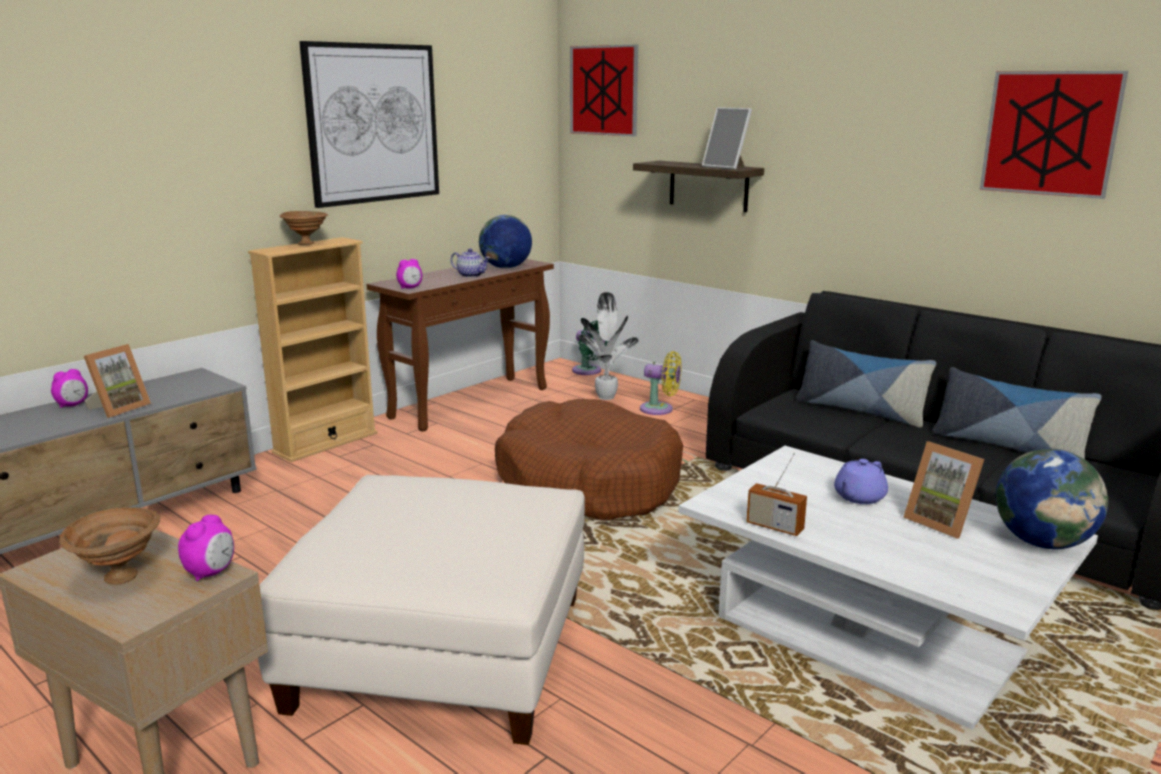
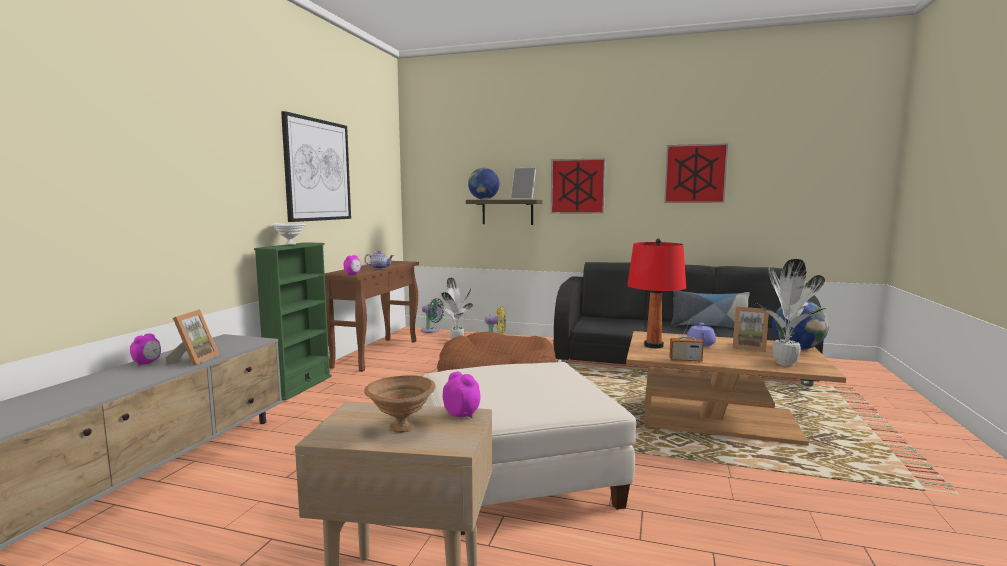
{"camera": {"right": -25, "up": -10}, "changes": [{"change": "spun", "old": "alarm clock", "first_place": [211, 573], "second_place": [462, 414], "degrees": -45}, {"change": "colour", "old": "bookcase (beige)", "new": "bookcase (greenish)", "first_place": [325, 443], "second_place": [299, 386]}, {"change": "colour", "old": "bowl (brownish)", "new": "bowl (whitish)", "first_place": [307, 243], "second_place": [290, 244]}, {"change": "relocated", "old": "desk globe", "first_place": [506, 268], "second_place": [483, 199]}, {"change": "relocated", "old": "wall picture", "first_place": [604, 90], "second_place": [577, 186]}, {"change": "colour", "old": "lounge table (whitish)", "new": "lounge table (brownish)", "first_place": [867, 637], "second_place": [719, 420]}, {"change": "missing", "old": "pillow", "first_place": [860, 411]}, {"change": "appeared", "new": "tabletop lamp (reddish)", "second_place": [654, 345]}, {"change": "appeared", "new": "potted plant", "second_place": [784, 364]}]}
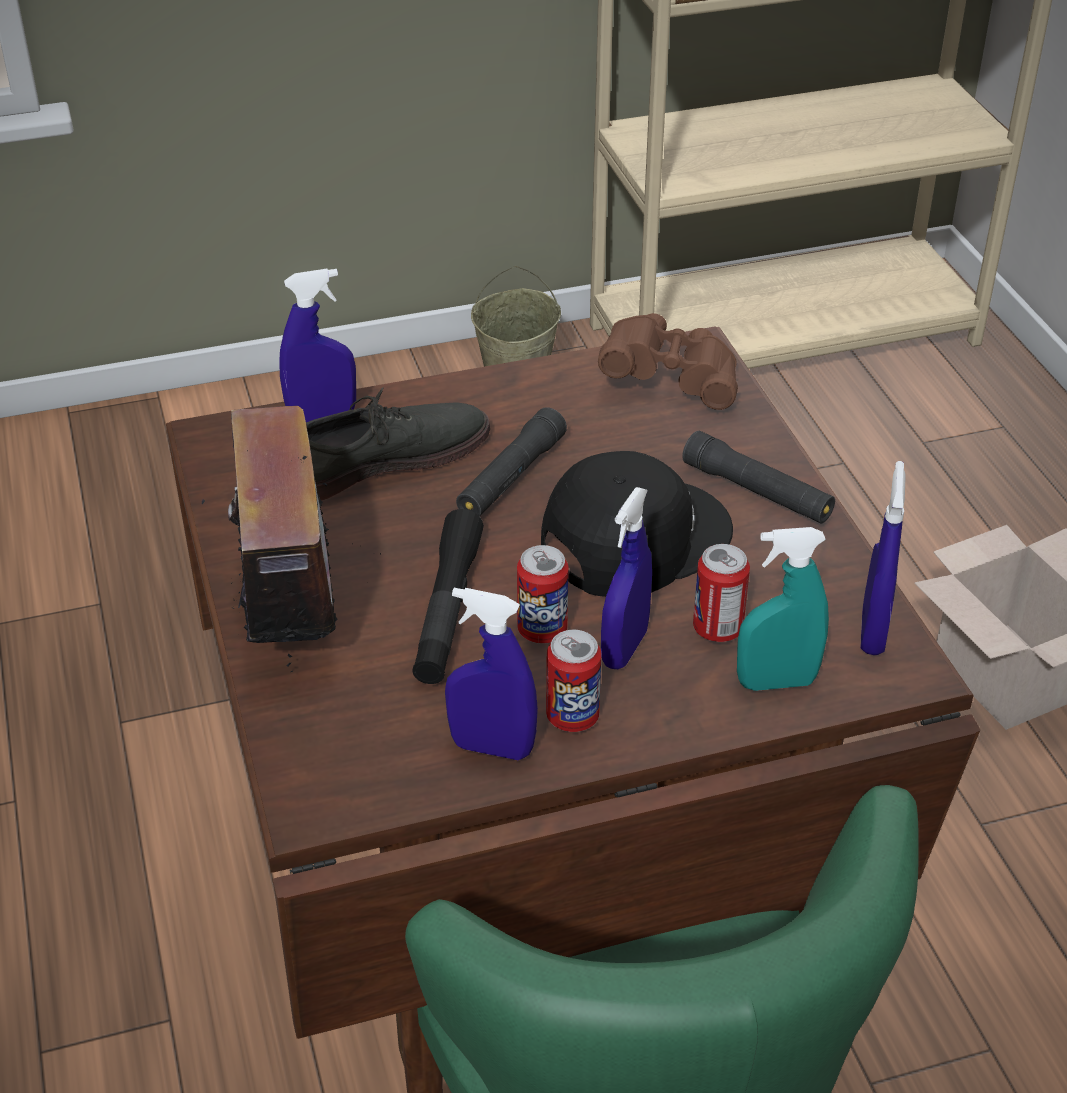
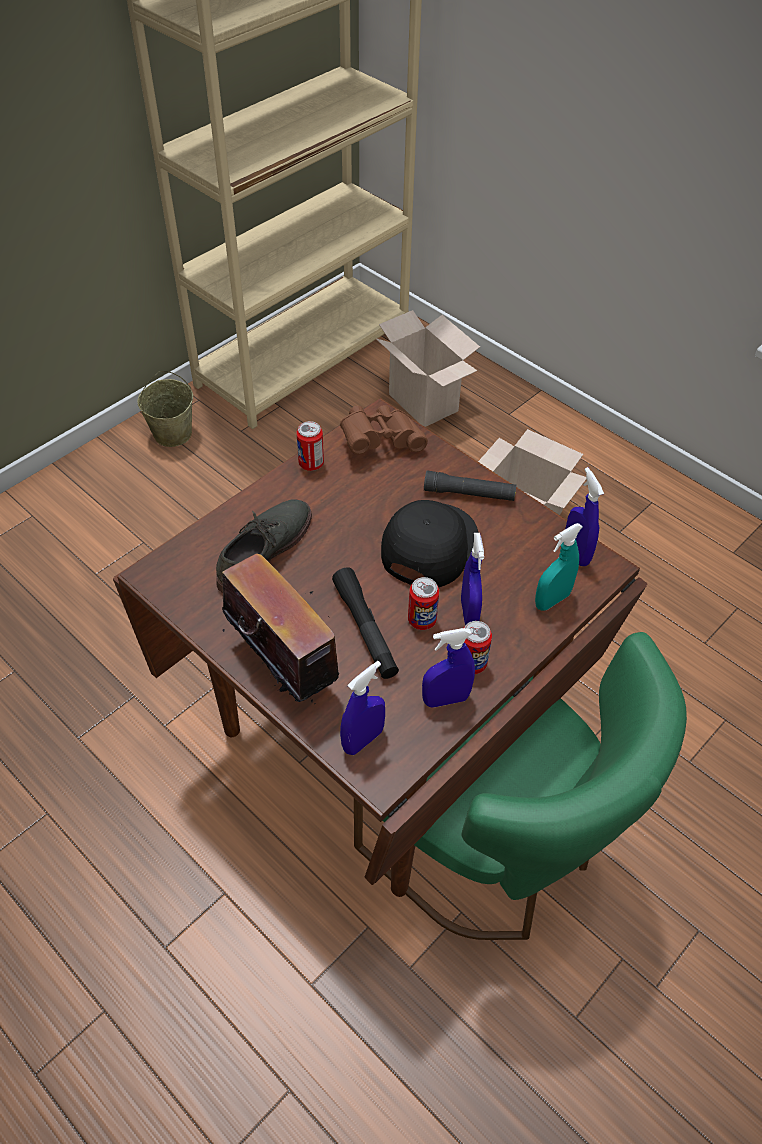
{"camera": {"right": -30, "up": 10}, "changes": [{"change": "relocated", "old": "spray bottle (blue)", "first_place": [322, 416], "second_place": [363, 740]}, {"change": "missing", "old": "torch (black-coloured)", "first_place": [511, 477]}, {"change": "relocated", "old": "sealed can", "first_place": [717, 629], "second_place": [311, 464]}, {"change": "appeared", "new": "carton", "second_place": [426, 403]}]}
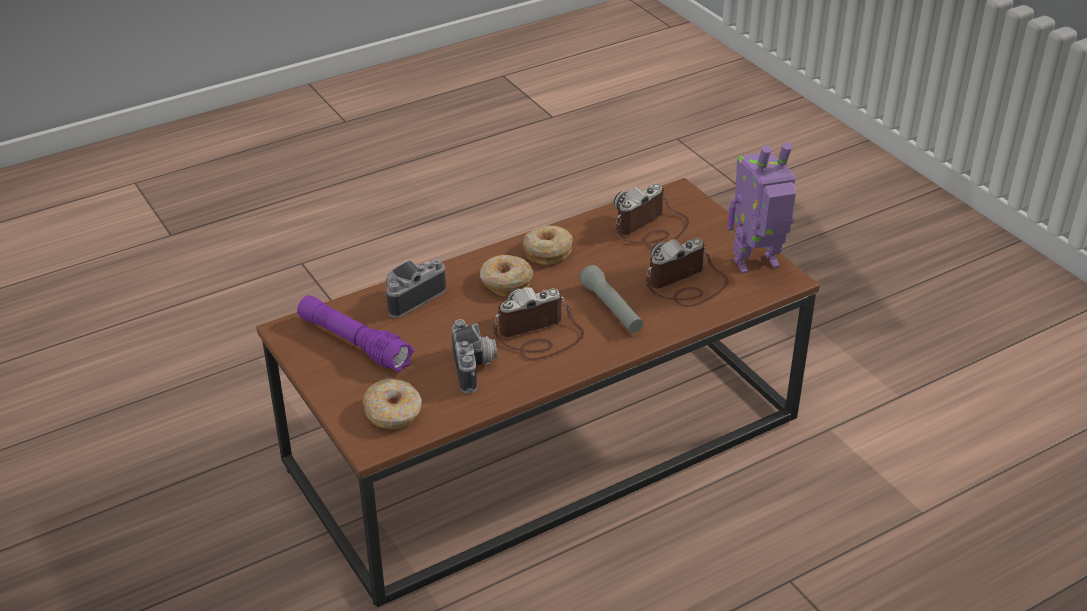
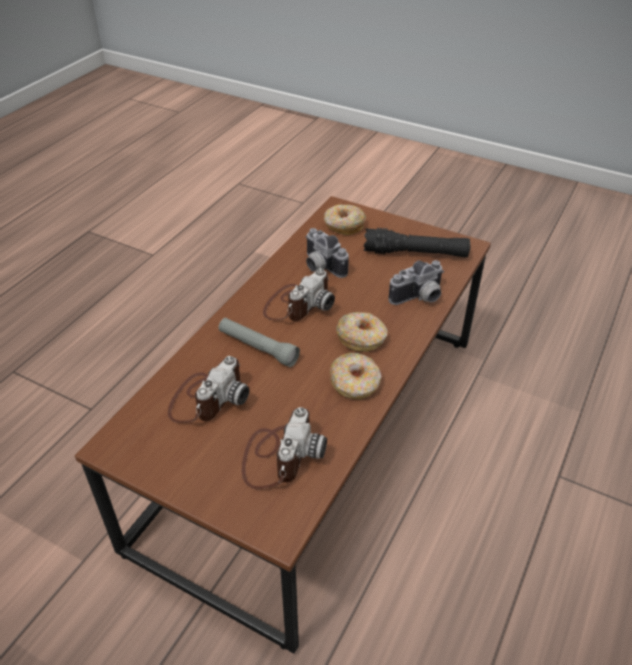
{"camera": {"right": 150, "up": 5}, "changes": [{"change": "colour", "old": "torch (purplish)", "new": "torch (black-coloured)", "first_place": [354, 343], "second_place": [415, 253]}, {"change": "spun", "old": "photo camera", "first_place": [410, 296], "second_place": [419, 298], "degrees": 45}, {"change": "missing", "old": "model robot", "first_place": [757, 264]}]}
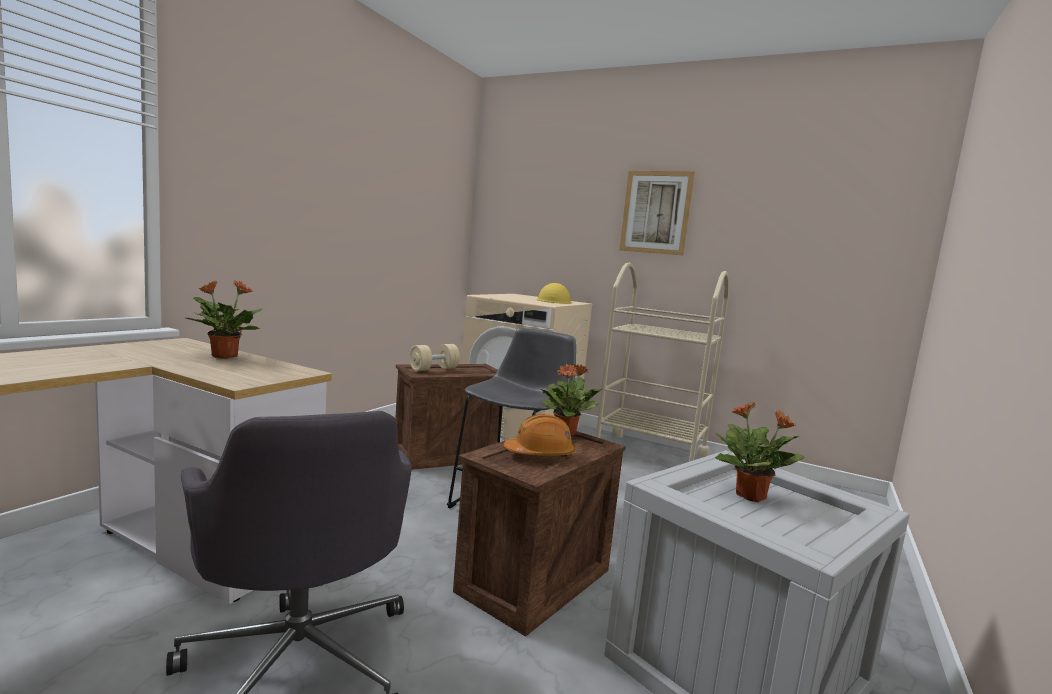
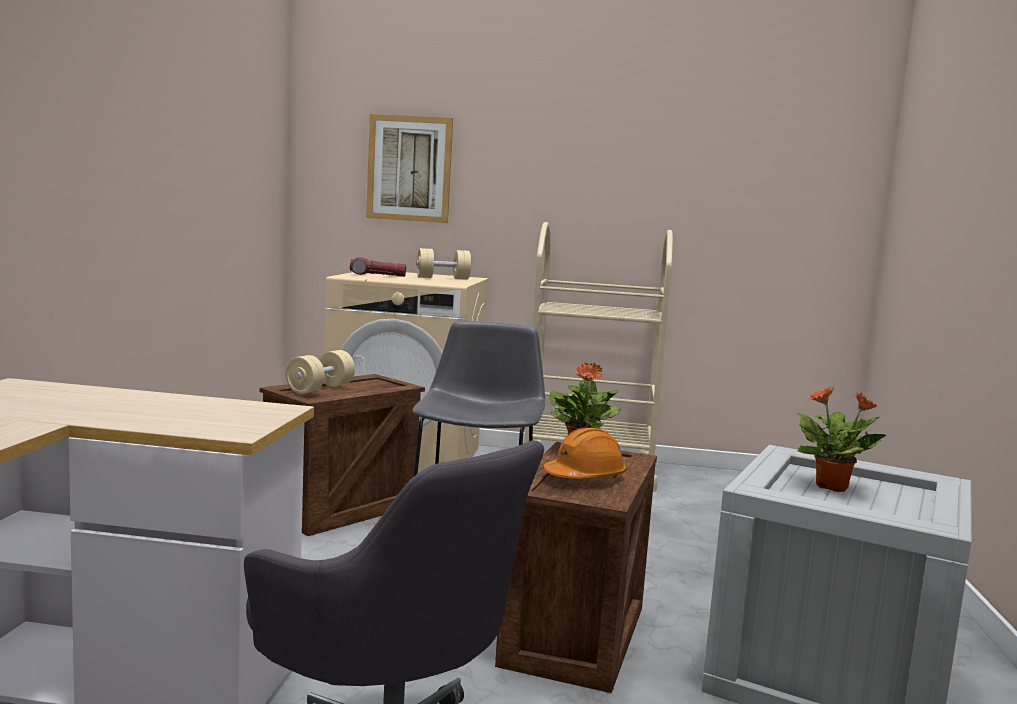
{"camera": {"right": -20, "up": 0}, "changes": [{"change": "missing", "old": "potted plant", "first_place": [223, 356]}, {"change": "exchanged", "old": "hard hat (yellow-coloured)", "new": "hand weight (beige)", "first_place": [554, 301], "second_place": [443, 278]}, {"change": "relocated", "old": "wall picture", "first_place": [656, 212], "second_place": [409, 169]}, {"change": "appeared", "new": "torch", "second_place": [377, 276]}]}
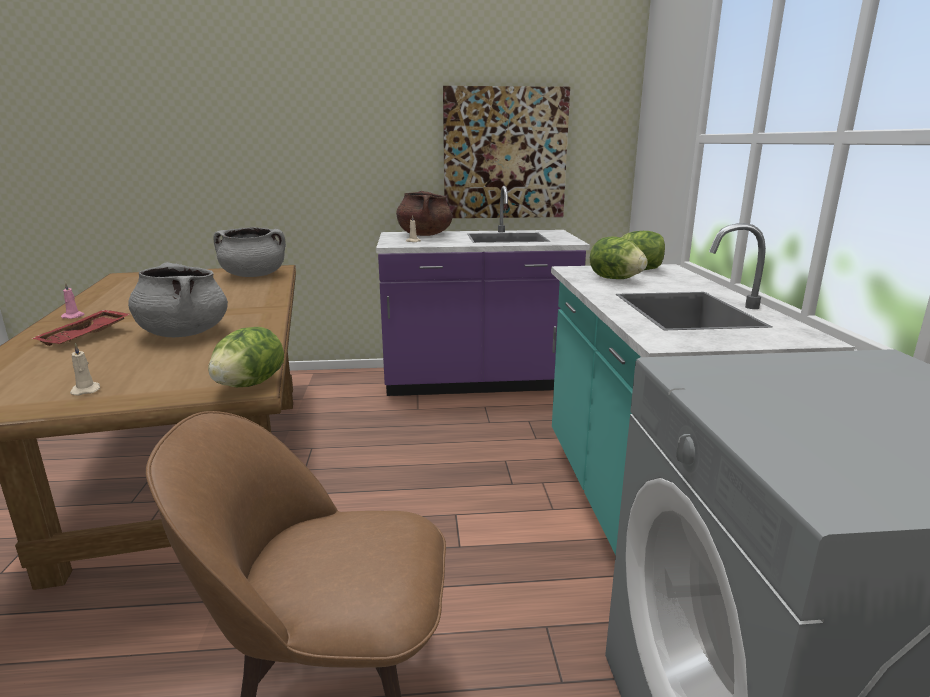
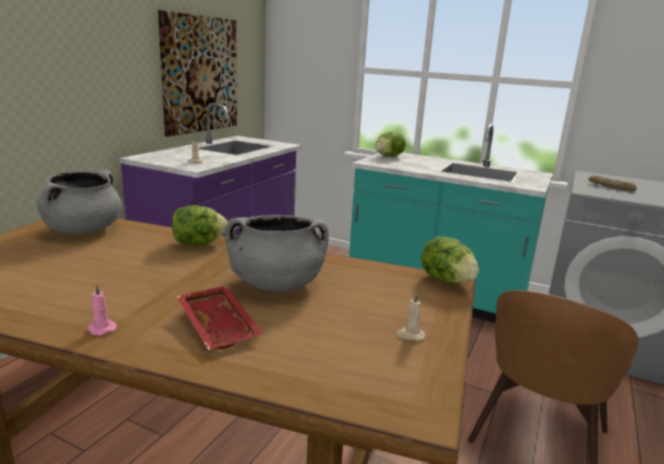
{"camera": {"right": -60, "up": 0}, "changes": [{"change": "missing", "old": "cooking pot (brownish)", "first_place": [424, 235]}, {"change": "relocated", "old": "lettuce", "first_place": [615, 279], "second_place": [198, 243]}, {"change": "appeared", "new": "baked bread", "second_place": [611, 187]}]}
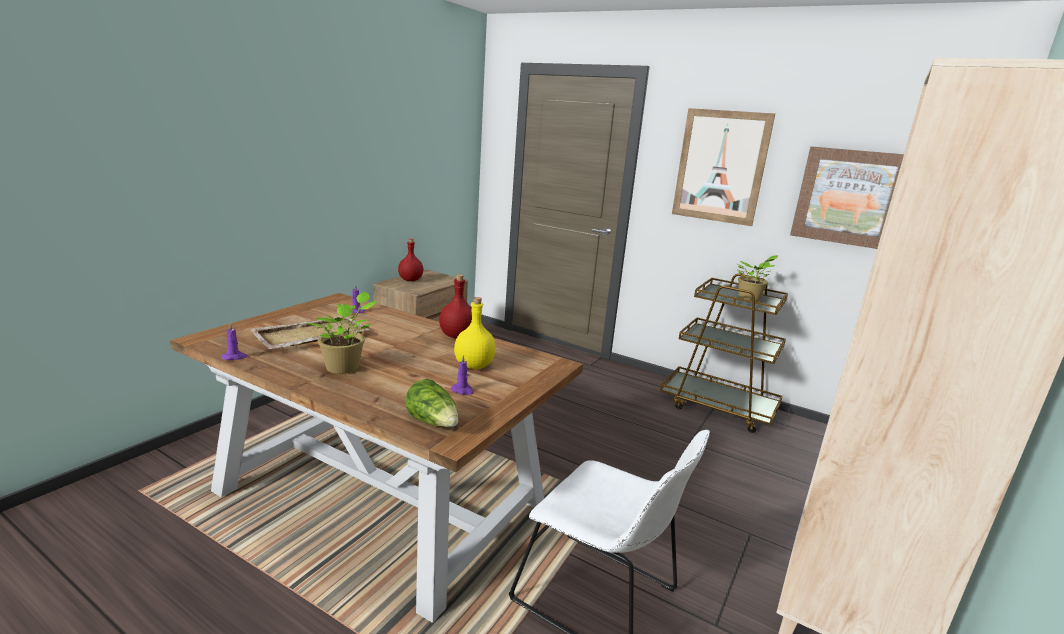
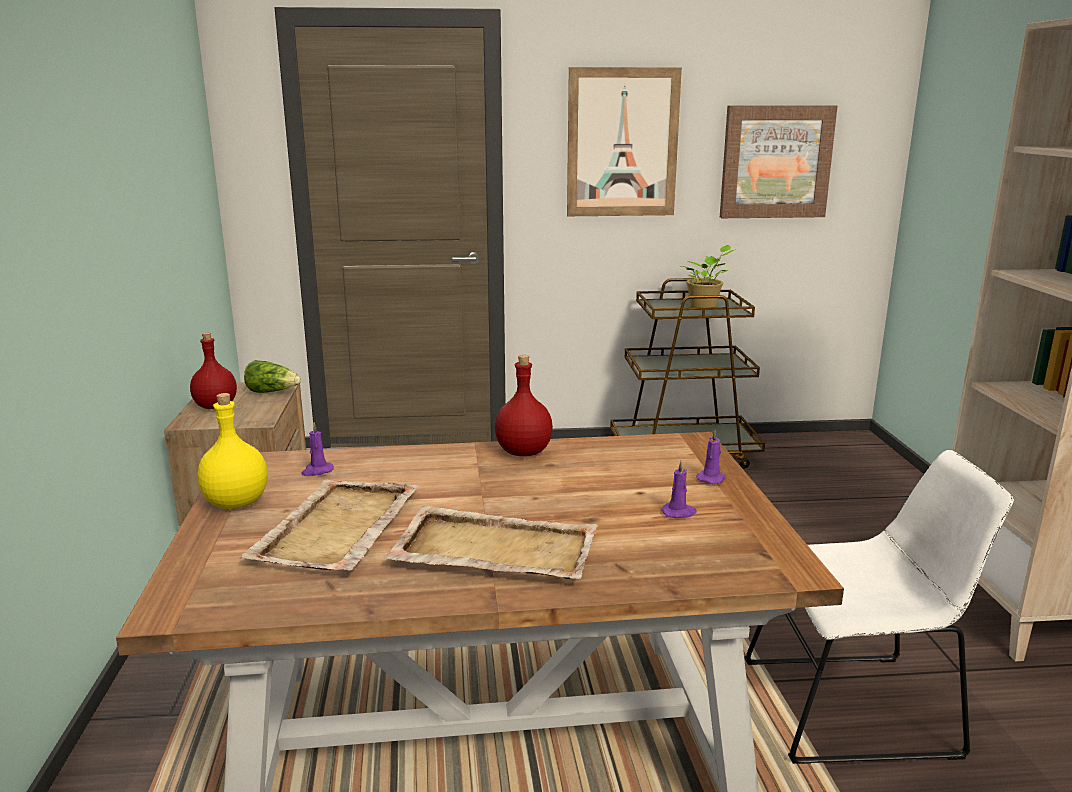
{"camera": {"right": -35, "up": 0}, "changes": [{"change": "relocated", "old": "wax candle (purplish)", "first_place": [235, 357], "second_place": [711, 478]}, {"change": "exchanged", "old": "potted plant", "new": "carrying tray (beige)", "first_place": [345, 368], "second_place": [493, 549]}, {"change": "relocated", "old": "lettuce", "first_place": [433, 422], "second_place": [272, 392]}, {"change": "relocated", "old": "beverage bottle (yellow-coloured)", "first_place": [474, 366], "second_place": [238, 503]}]}
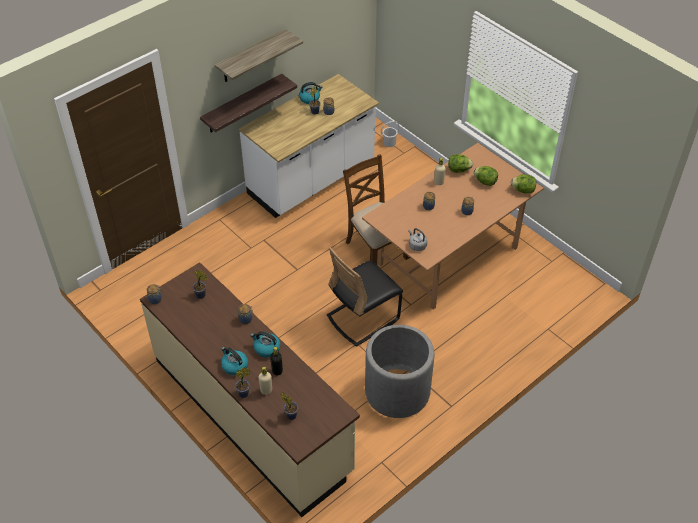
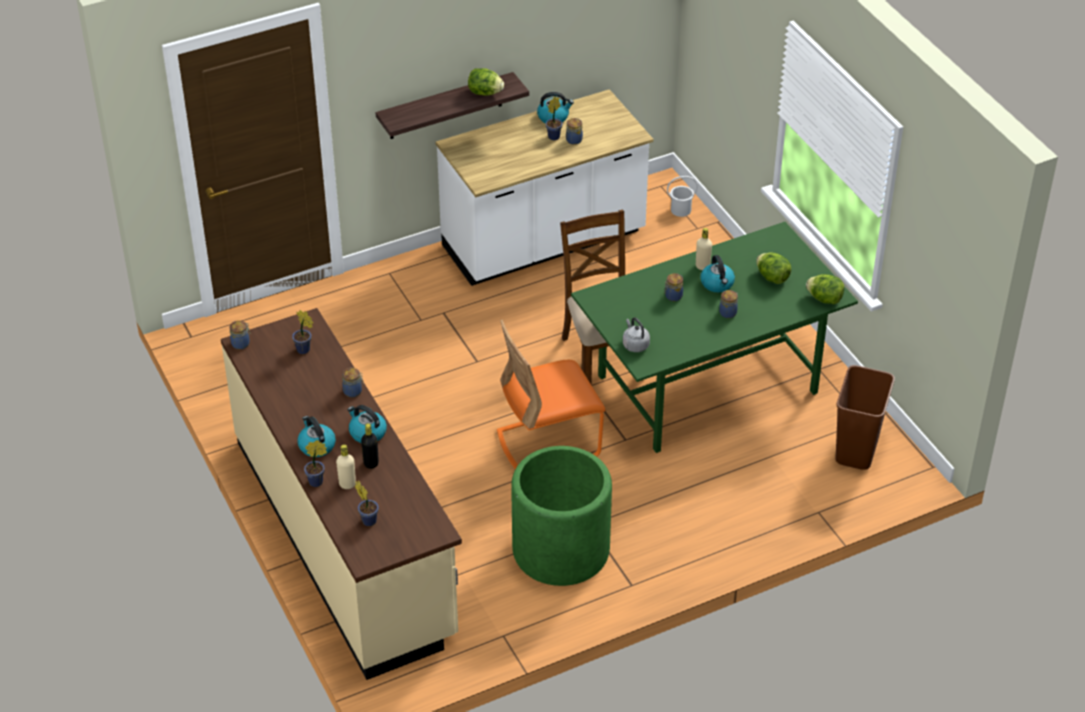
{"camera": {"right": 15, "up": -5}, "changes": [{"change": "missing", "old": "wall shelf", "first_place": [251, 56]}, {"change": "colour", "old": "chair (black-coloured)", "new": "chair (orange-coloured)", "first_place": [363, 318], "second_place": [548, 444]}, {"change": "colour", "old": "kitchen table (brownish)", "new": "kitchen table (greenish)", "first_place": [448, 255], "second_place": [707, 383]}, {"change": "colour", "old": "planter (gray)", "new": "planter (greenish)", "first_place": [397, 391], "second_place": [560, 550]}, {"change": "relocated", "old": "lettuce", "first_place": [458, 170], "second_place": [485, 93]}, {"change": "appeared", "new": "tea kettle", "second_place": [717, 284]}, {"change": "appeared", "new": "trash can (brownish)", "second_place": [857, 451]}]}
